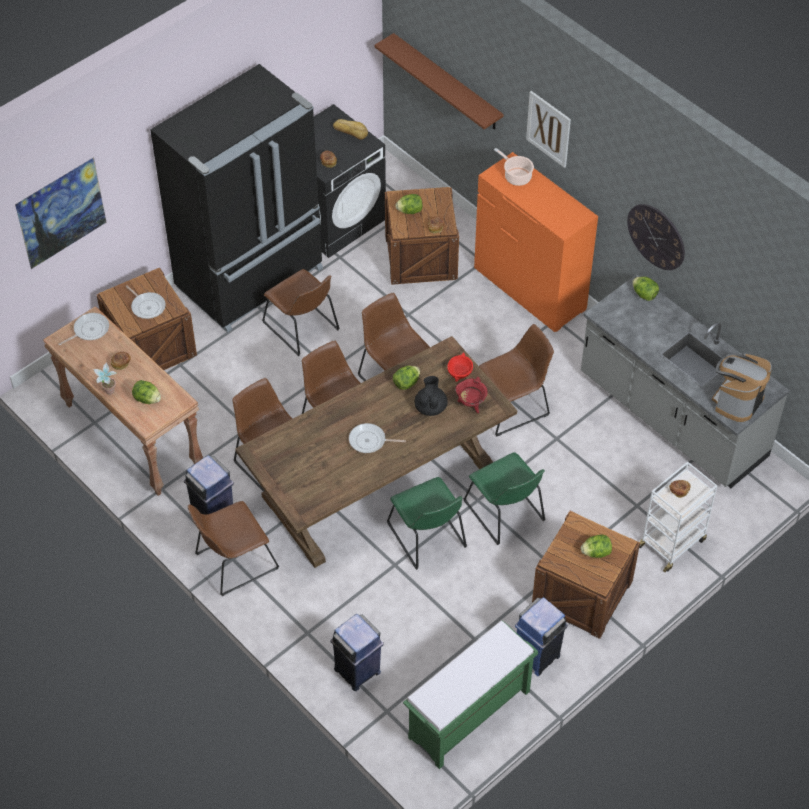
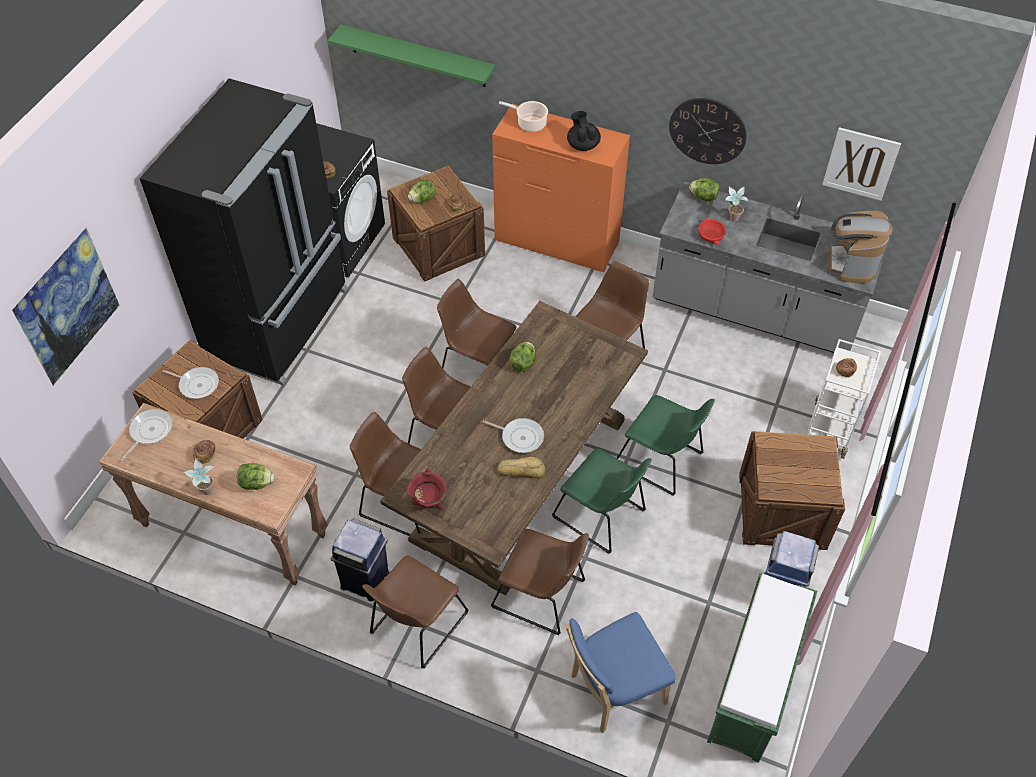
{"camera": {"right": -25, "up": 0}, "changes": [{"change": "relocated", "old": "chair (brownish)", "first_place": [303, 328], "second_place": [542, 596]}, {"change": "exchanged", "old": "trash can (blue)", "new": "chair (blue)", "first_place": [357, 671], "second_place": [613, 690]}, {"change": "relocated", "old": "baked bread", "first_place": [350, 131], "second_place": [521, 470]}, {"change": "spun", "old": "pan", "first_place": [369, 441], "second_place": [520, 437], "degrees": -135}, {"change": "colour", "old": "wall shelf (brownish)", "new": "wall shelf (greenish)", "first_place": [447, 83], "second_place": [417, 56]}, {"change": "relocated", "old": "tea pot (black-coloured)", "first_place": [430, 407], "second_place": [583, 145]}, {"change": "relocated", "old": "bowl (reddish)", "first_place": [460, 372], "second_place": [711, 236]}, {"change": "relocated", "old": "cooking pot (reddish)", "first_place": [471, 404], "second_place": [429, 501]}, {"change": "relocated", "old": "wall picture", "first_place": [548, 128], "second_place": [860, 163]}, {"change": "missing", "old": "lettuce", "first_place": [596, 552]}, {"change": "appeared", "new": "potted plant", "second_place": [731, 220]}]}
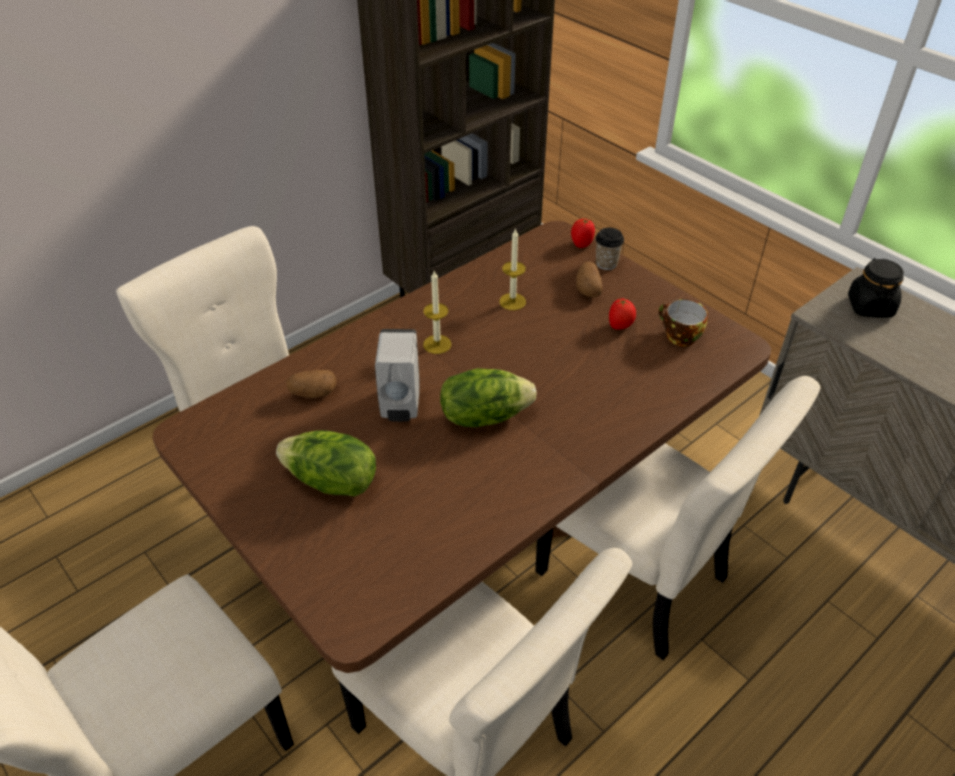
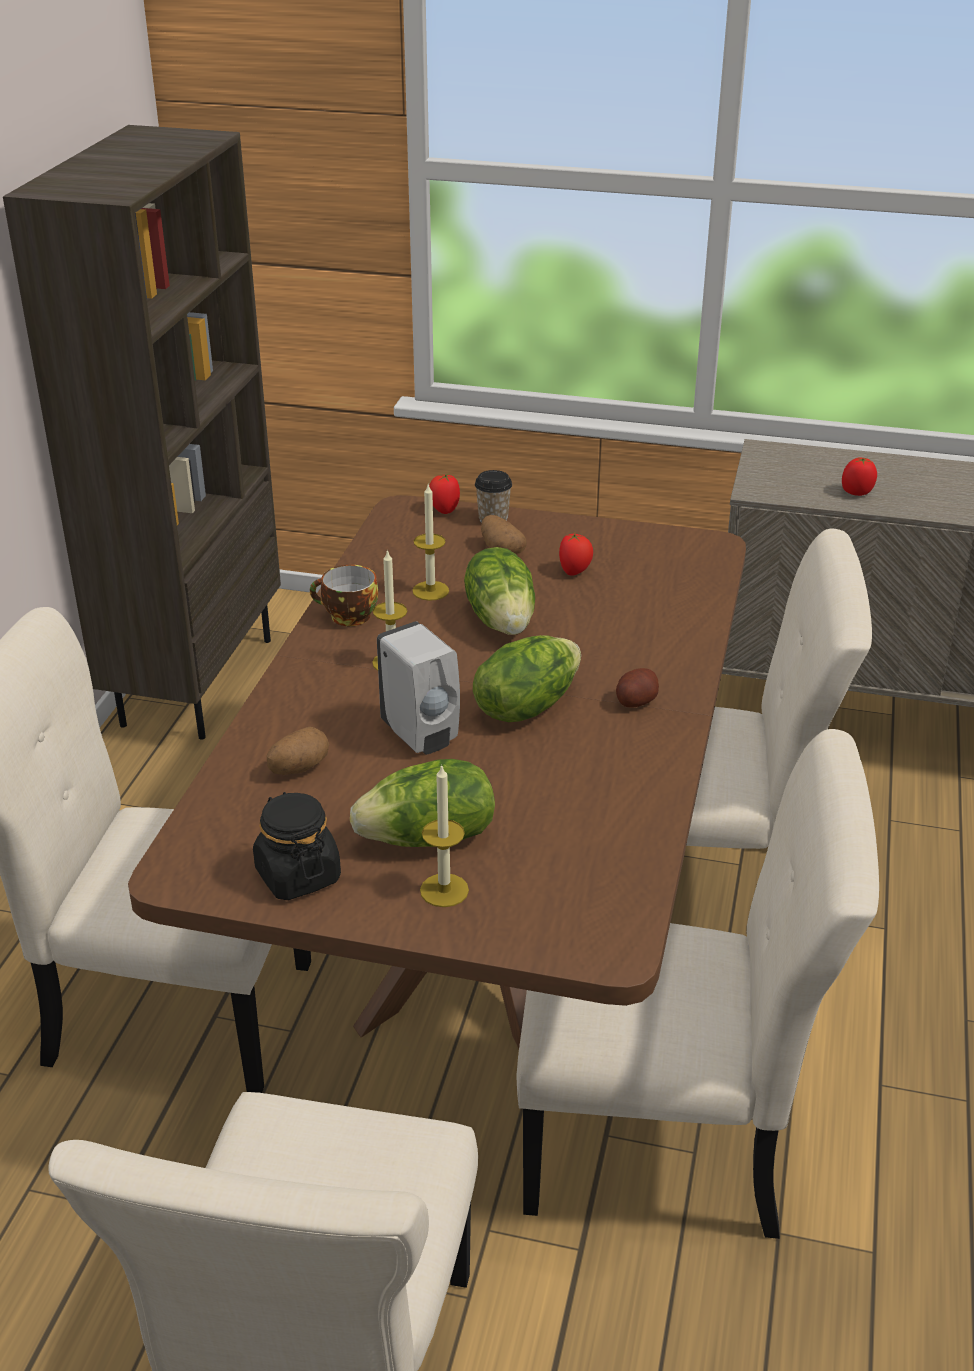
{"camera": {"right": -35, "up": -10}, "changes": [{"change": "relocated", "old": "cup", "first_place": [678, 336], "second_place": [347, 617]}, {"change": "relocated", "old": "preserve jar (black-coloured)", "first_place": [869, 306], "second_place": [297, 875]}, {"change": "appeared", "new": "wax candle", "second_place": [444, 890]}, {"change": "appeared", "new": "lettuce", "second_place": [502, 620]}, {"change": "appeared", "new": "spud", "second_place": [636, 701]}, {"change": "appeared", "new": "fresh tomato", "second_place": [857, 492]}]}
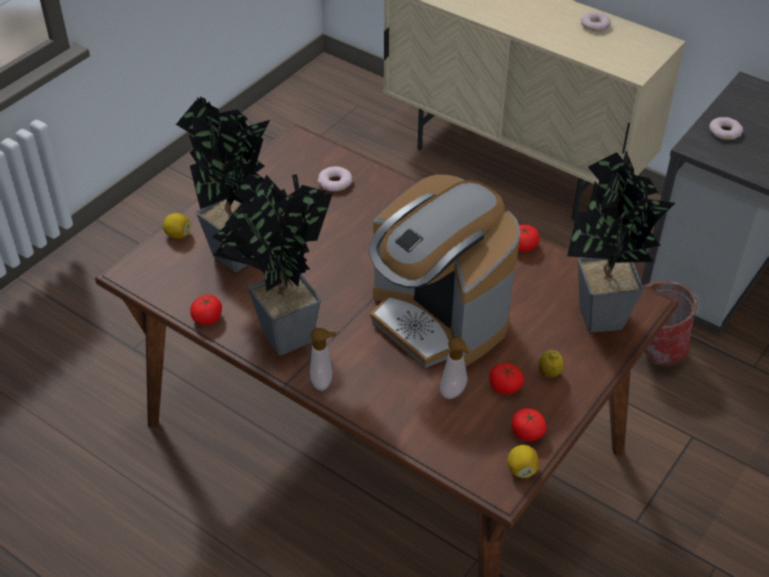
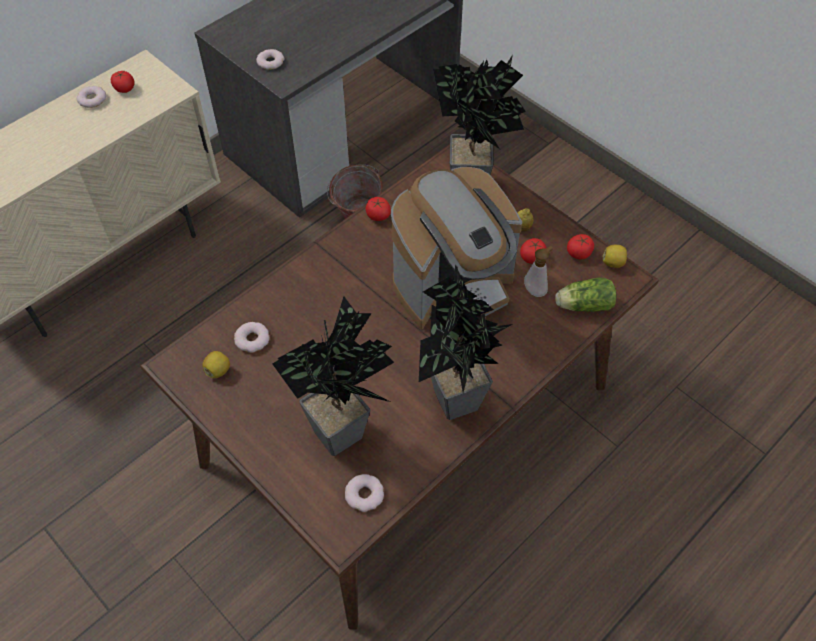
{"camera": {"right": -80, "up": 10}, "changes": [{"change": "relocated", "old": "whole lemon", "first_place": [178, 234], "second_place": [218, 370]}, {"change": "relocated", "old": "fresh tomato", "first_place": [207, 317], "second_place": [124, 88]}, {"change": "missing", "old": "soap bottle", "first_place": [324, 382]}, {"change": "appeared", "new": "donut", "second_place": [364, 494]}, {"change": "appeared", "new": "lettuce", "second_place": [582, 305]}]}
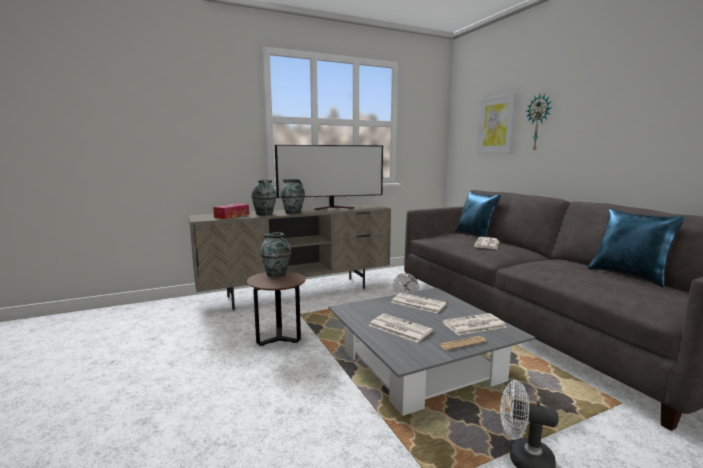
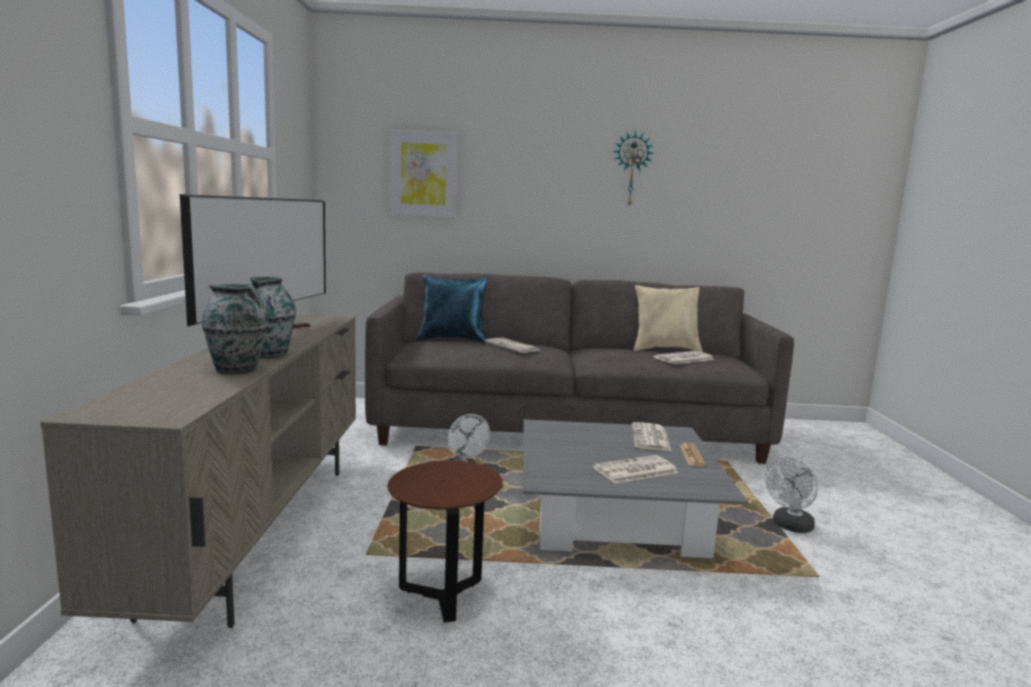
{"camera": {"right": -65, "up": 0}, "changes": [{"change": "missing", "old": "box of tissues", "first_place": [232, 216]}, {"change": "missing", "old": "decorative vase", "first_place": [277, 274]}, {"change": "relocated", "old": "daily paper", "first_place": [417, 303], "second_place": [683, 358]}, {"change": "relocated", "old": "wall clock", "first_place": [538, 122], "second_place": [631, 169]}, {"change": "colour", "old": "pillow (blue)", "new": "pillow (beige)", "first_place": [629, 276], "second_place": [665, 349]}]}
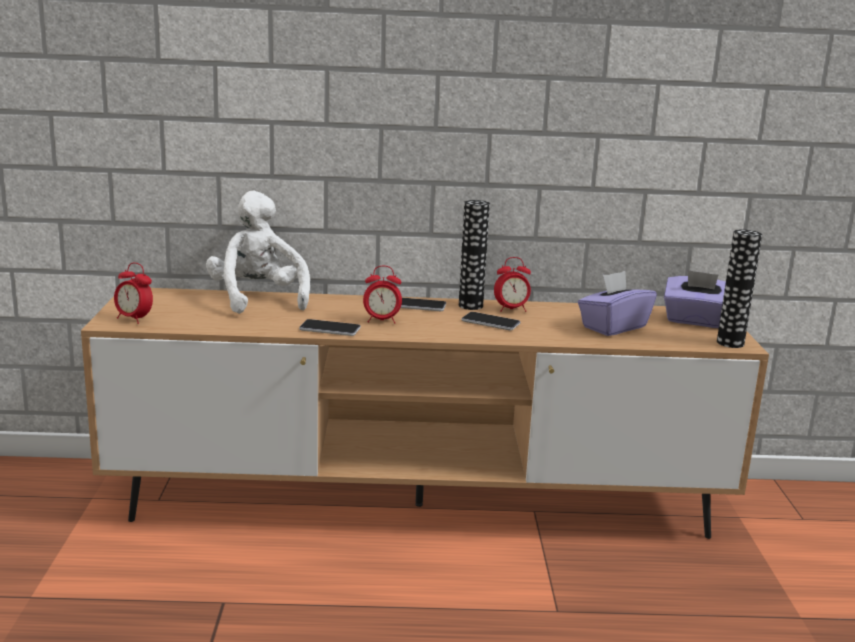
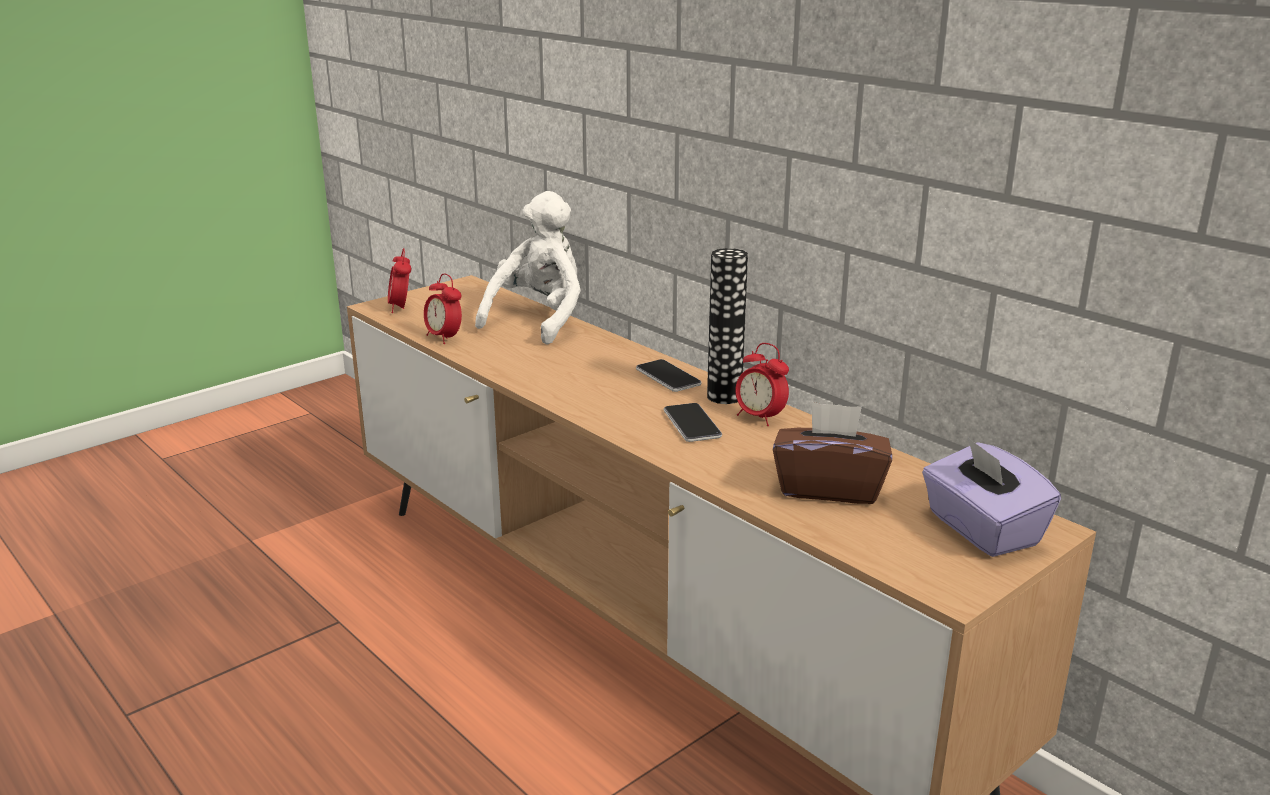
{"camera": {"right": 50, "up": 5}, "changes": [{"change": "missing", "old": "telephone", "first_place": [330, 329]}, {"change": "relocated", "old": "alarm clock", "first_place": [381, 321], "second_place": [444, 338]}, {"change": "colour", "old": "box of tissues (purplish)", "new": "box of tissues (brownish)", "first_place": [613, 327], "second_place": [829, 488]}, {"change": "missing", "old": "decorative vase", "first_place": [730, 343]}]}
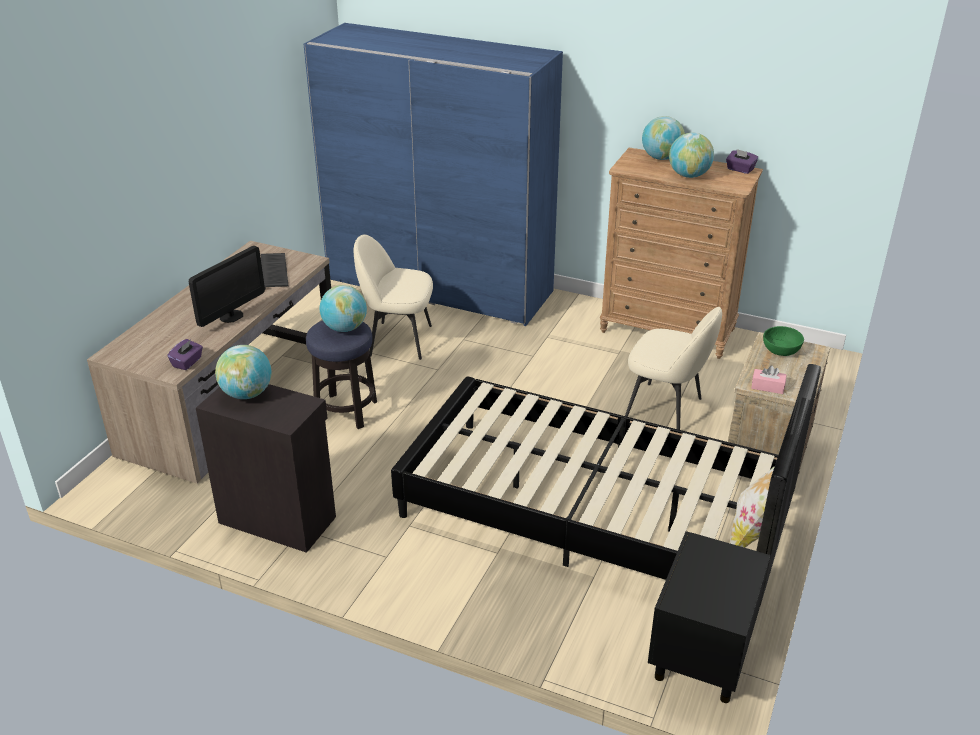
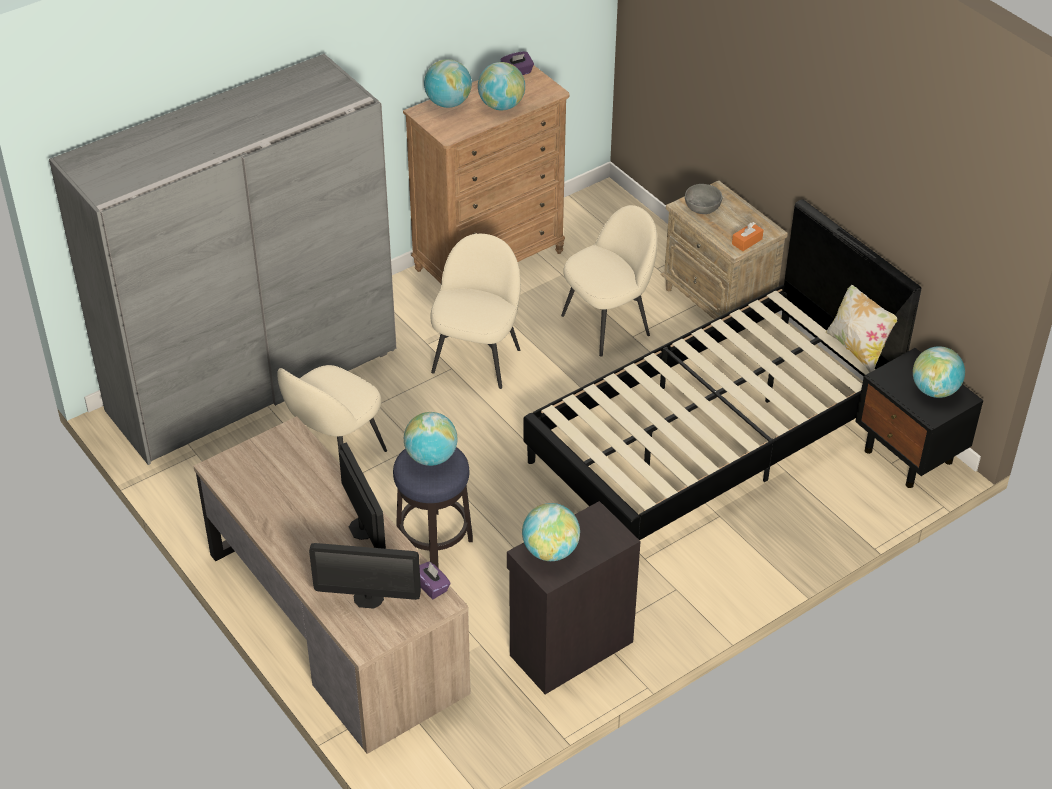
{"camera": {"right": -60, "up": 10}, "changes": [{"change": "missing", "old": "keyboard", "first_place": [275, 272]}, {"change": "colour", "old": "wardrobe (blue)", "new": "wardrobe (gray)", "first_place": [439, 286], "second_place": [253, 379]}, {"change": "colour", "old": "box of tissues (pink)", "new": "box of tissues (orange-coloured)", "first_place": [767, 387], "second_place": [747, 241]}, {"change": "colour", "old": "bowl (greenish)", "new": "bowl (gray)", "first_place": [781, 349], "second_place": [702, 207]}, {"change": "appeared", "new": "computer display", "second_place": [368, 598]}, {"change": "appeared", "new": "chair (beige)", "second_place": [477, 359]}, {"change": "appeared", "new": "desk globe", "second_place": [934, 390]}]}
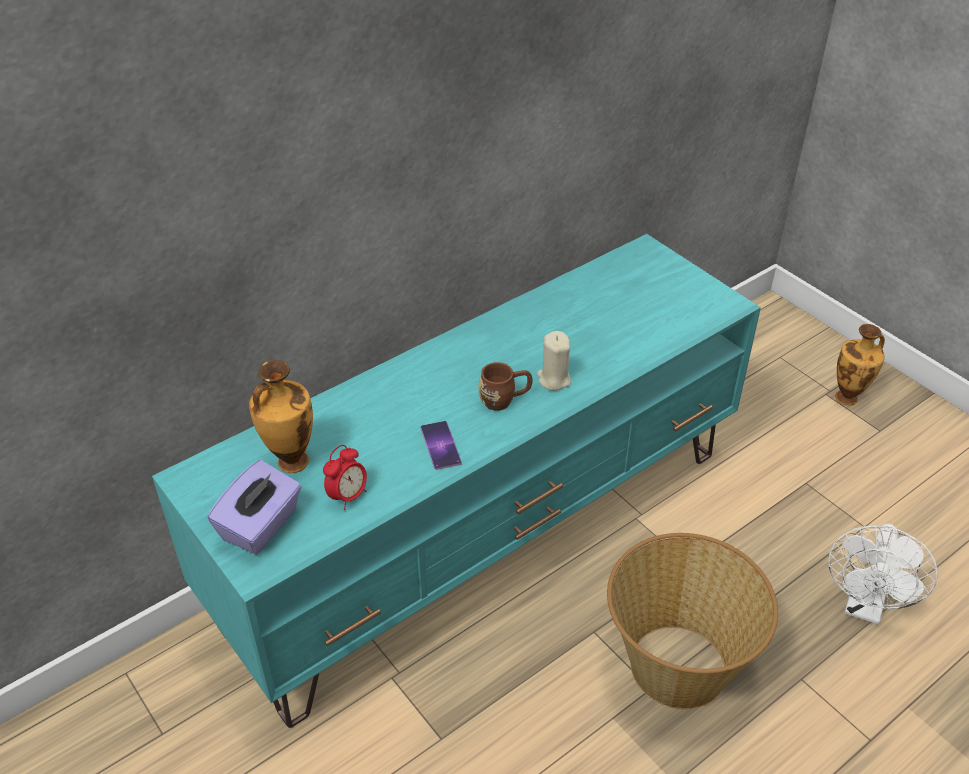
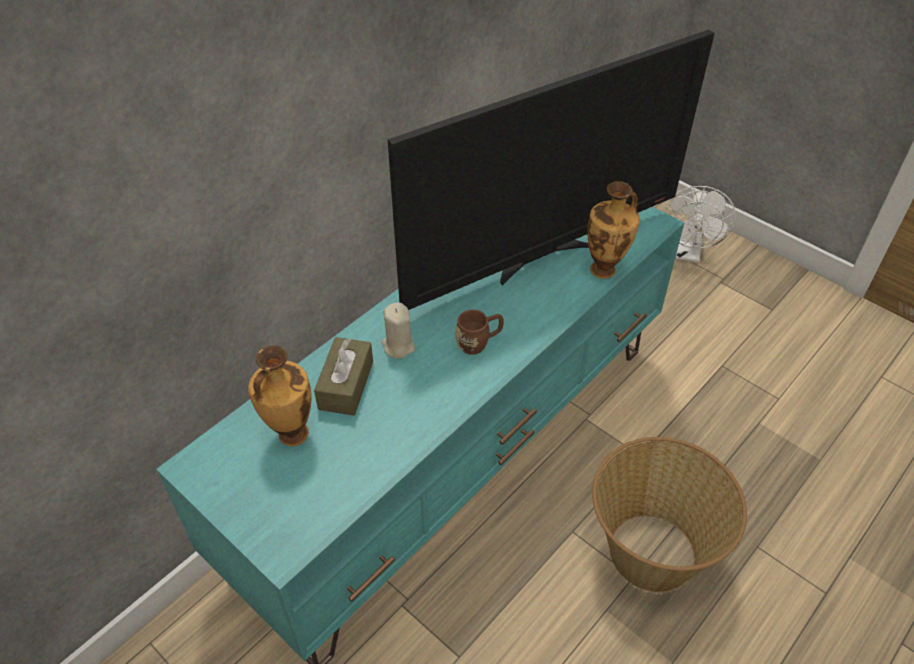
{"camera": {"right": -10, "up": 5}, "changes": [{"change": "missing", "old": "box of tissues (purplish)", "first_place": [261, 525]}, {"change": "missing", "old": "alarm clock", "first_place": [348, 496]}, {"change": "missing", "old": "telephone", "first_place": [440, 445]}, {"change": "relocated", "old": "wax candle (beige)", "first_place": [553, 379], "second_place": [398, 346]}, {"change": "relocated", "old": "electric fan (whitish)", "first_place": [865, 606], "second_place": [688, 253]}, {"change": "relocated", "old": "decorative vase", "first_place": [848, 398], "second_place": [605, 270]}, {"change": "appeared", "new": "box of tissues (brownish)", "second_place": [346, 385]}, {"change": "appeared", "new": "TV", "second_place": [541, 258]}]}
